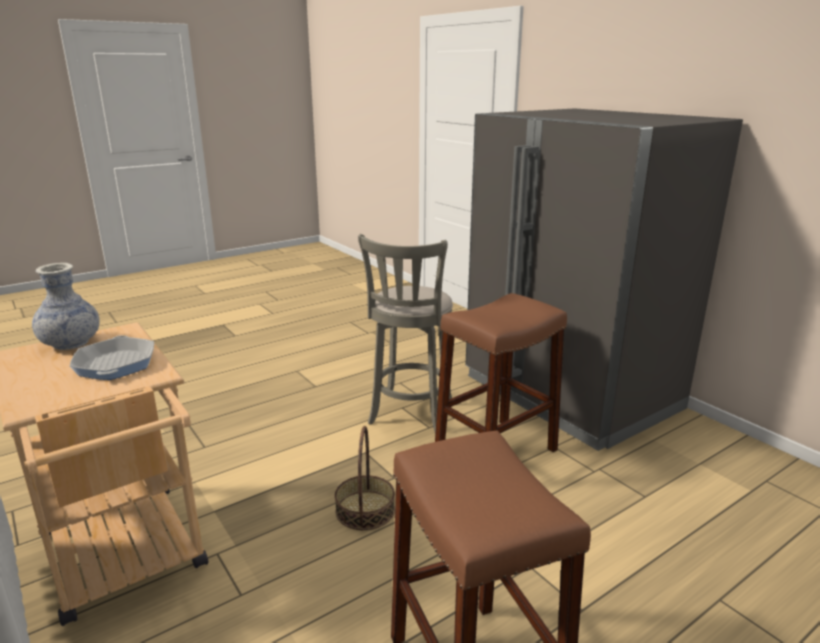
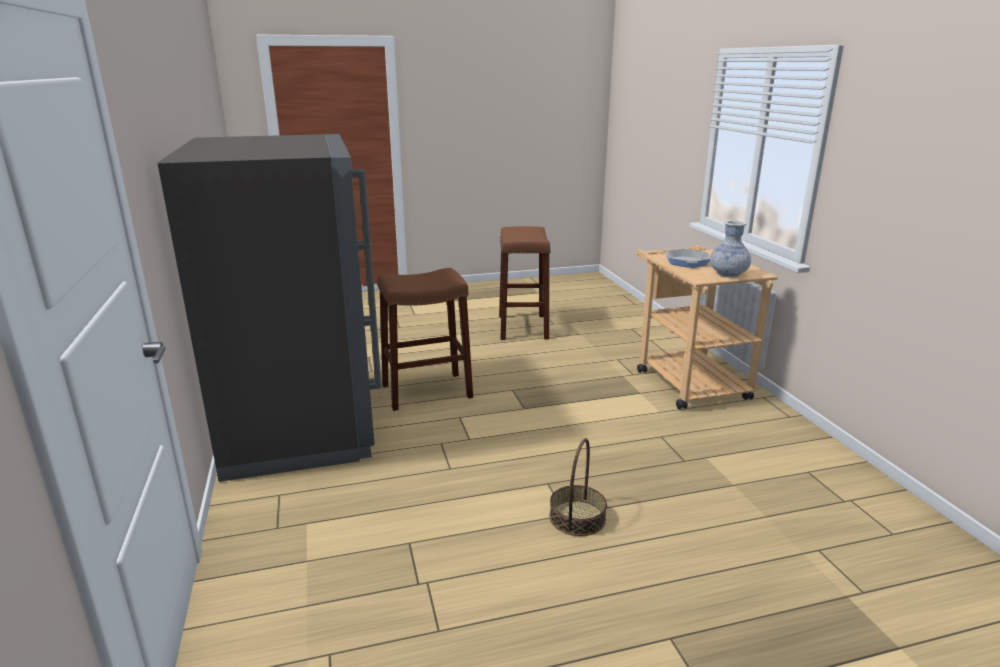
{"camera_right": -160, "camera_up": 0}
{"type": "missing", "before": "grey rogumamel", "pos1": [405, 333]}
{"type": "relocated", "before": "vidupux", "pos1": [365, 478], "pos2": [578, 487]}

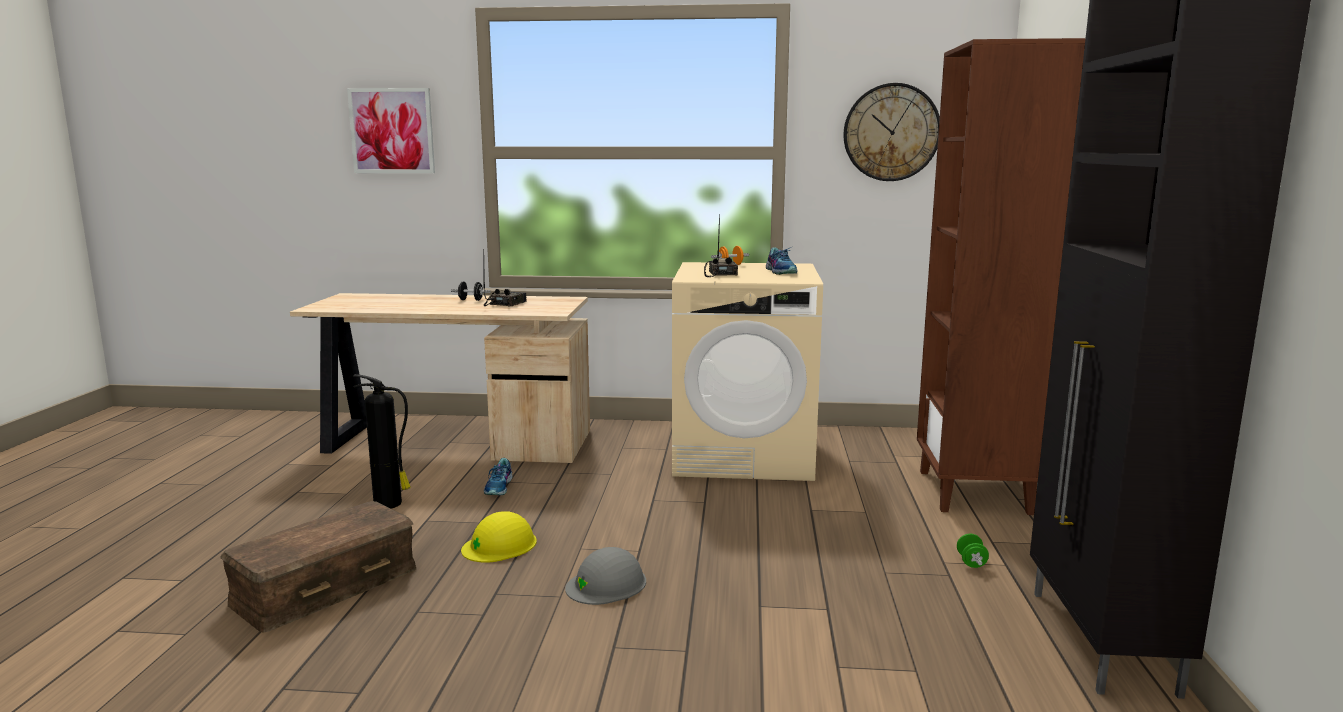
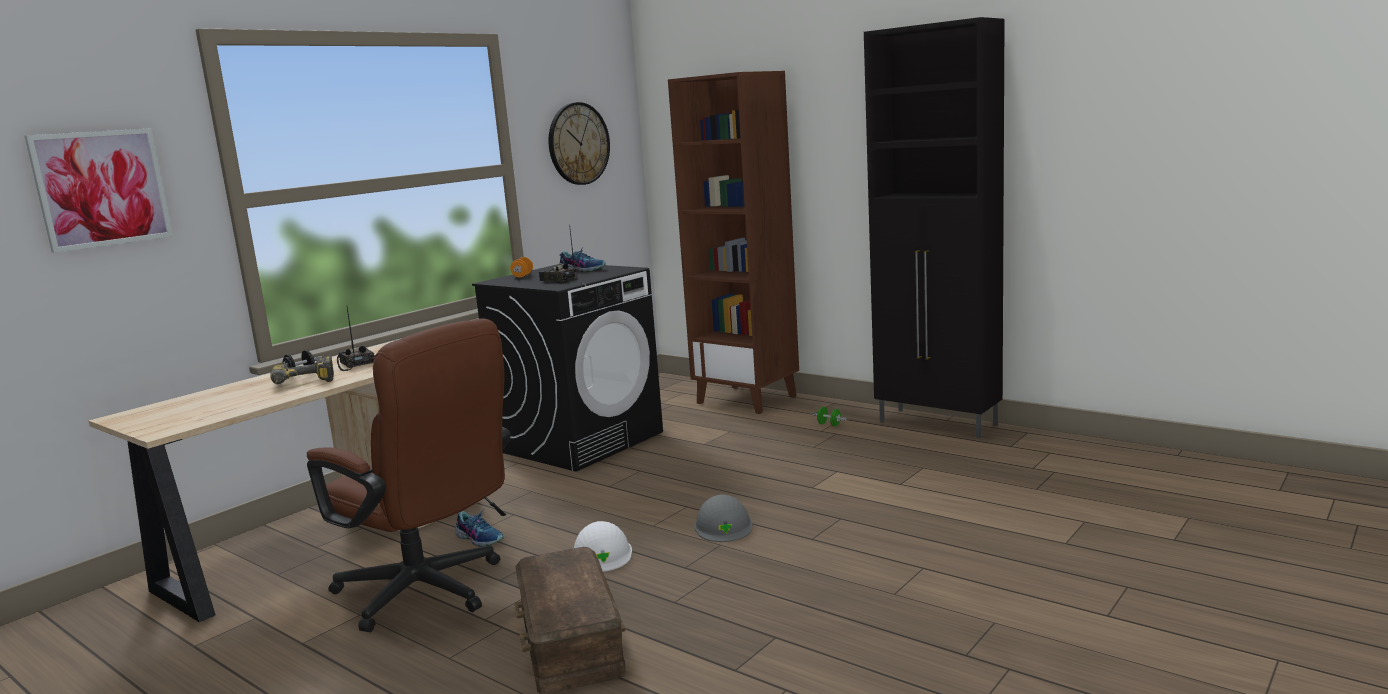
{"camera_right": -55, "camera_up": 0}
{"type": "appeared", "after": "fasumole", "pos2": [302, 370]}
{"type": "exchanged", "before": "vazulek", "after": "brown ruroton", "pos1": [382, 441], "pos2": [409, 475]}
{"type": "colour", "before": "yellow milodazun", "after": "white milodazun", "pos1": [499, 537], "pos2": [603, 546]}
{"type": "colour", "before": "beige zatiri", "after": "black zatiri", "pos1": [747, 371], "pos2": [567, 368]}

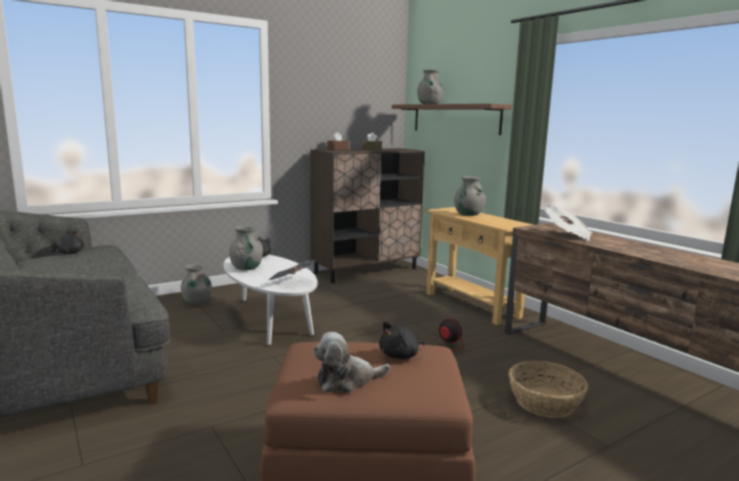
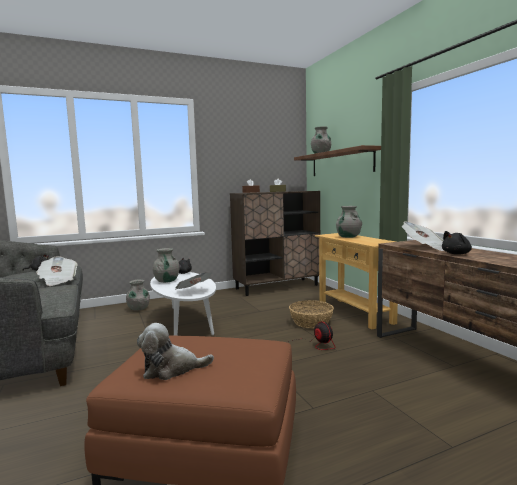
{"camera_right": 10, "camera_up": -5}
{"type": "appeared", "after": "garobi", "pos2": [57, 271]}
{"type": "relocated", "before": "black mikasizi", "pos1": [402, 340], "pos2": [457, 243]}
{"type": "relocated", "before": "vidupux", "pos1": [548, 389], "pos2": [311, 314]}

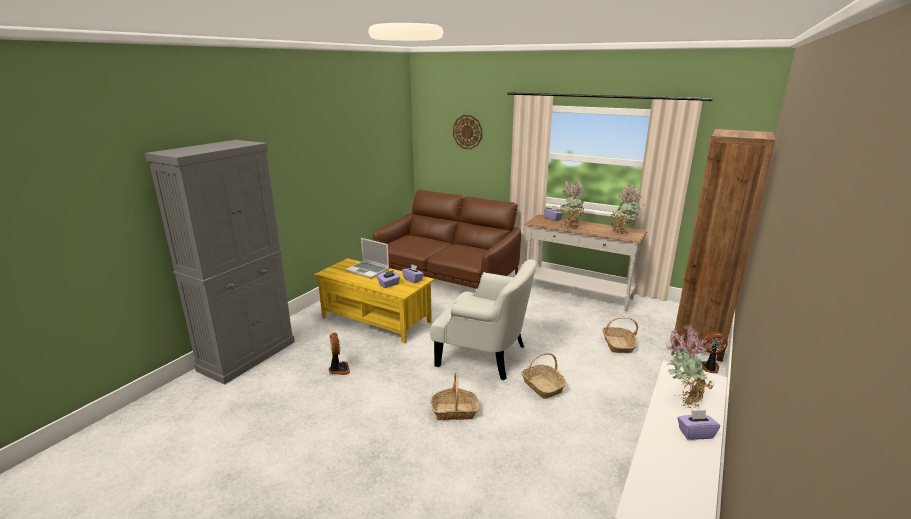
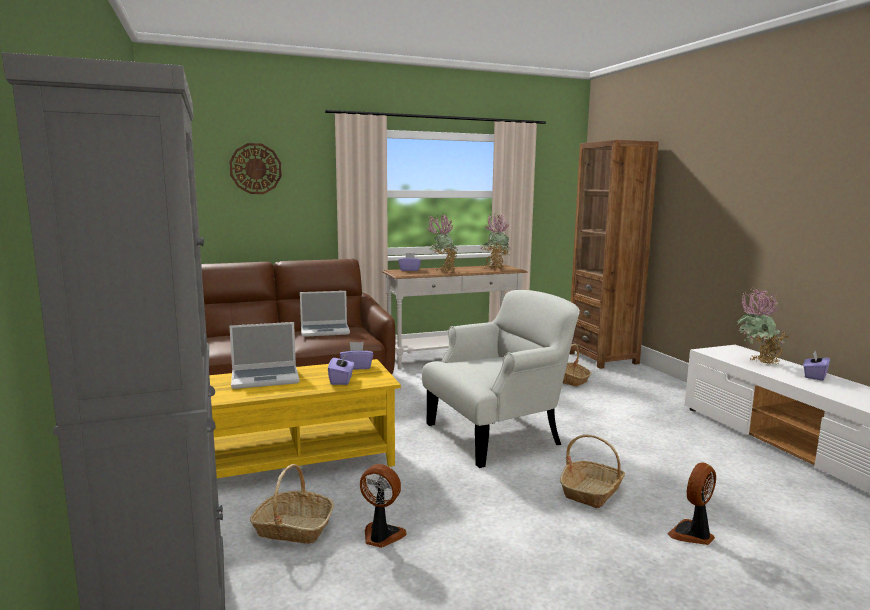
{"camera_right": -50, "camera_up": -10}
{"type": "appeared", "after": "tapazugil", "pos2": [325, 314]}
{"type": "relocated", "before": "vidupux", "pos1": [544, 376], "pos2": [292, 504]}
{"type": "relocated", "before": "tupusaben", "pos1": [714, 352], "pos2": [691, 504]}

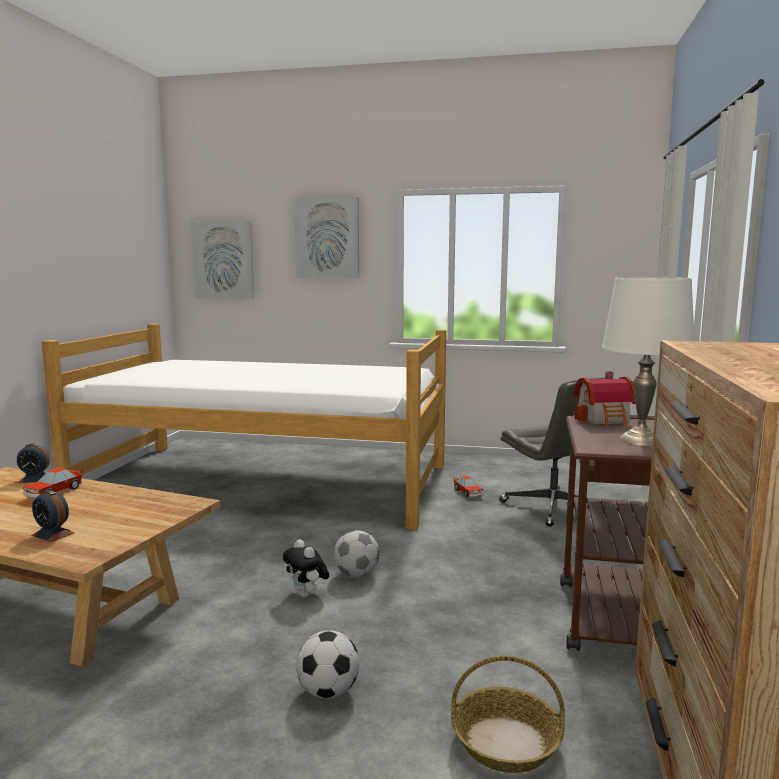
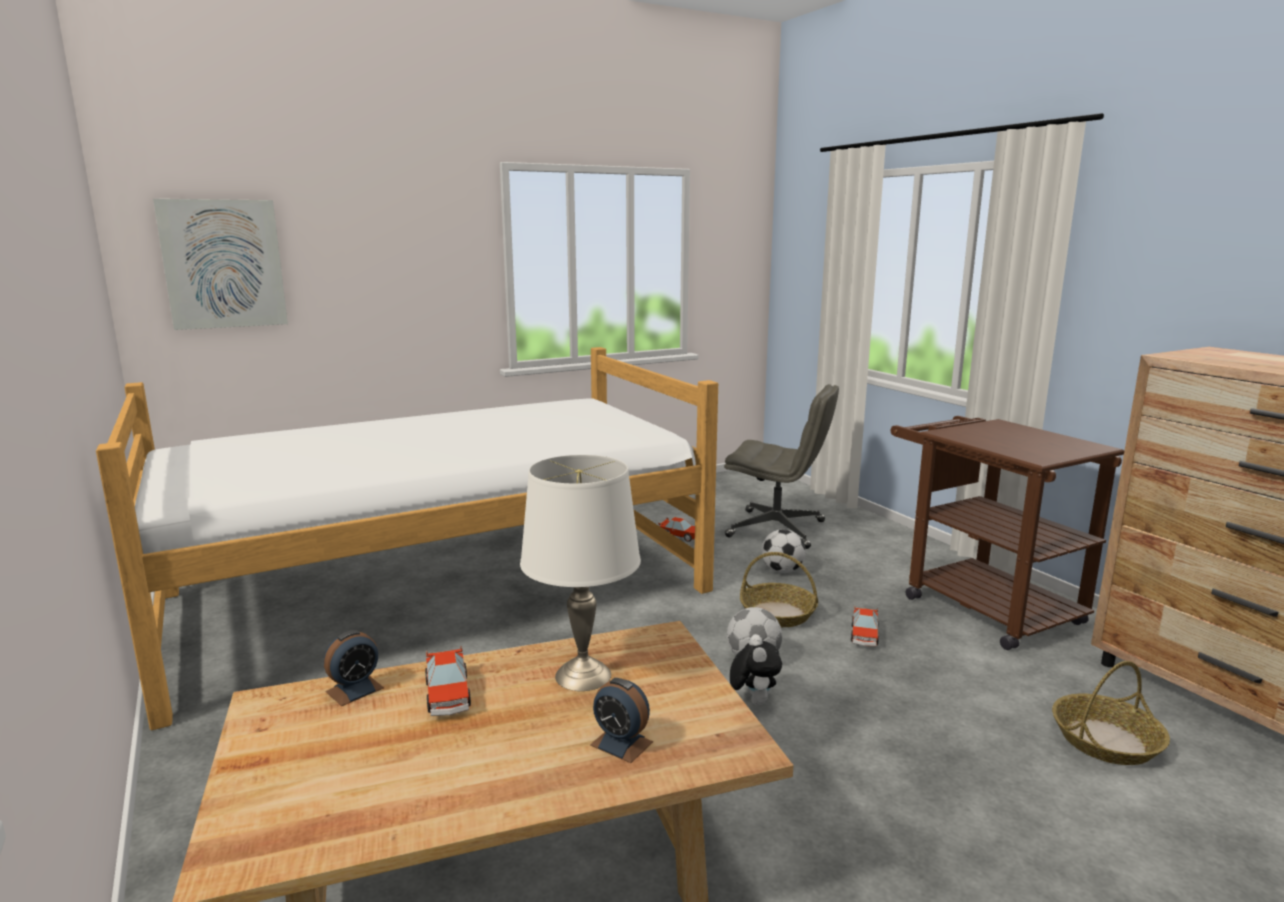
{"camera_right": -40, "camera_up": 5}
{"type": "missing", "before": "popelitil", "pos1": [326, 237]}
{"type": "missing", "before": "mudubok", "pos1": [604, 399]}
{"type": "appeared", "after": "vidupux", "pos2": [779, 589]}
{"type": "appeared", "after": "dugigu", "pos2": [865, 626]}
{"type": "relocated", "before": "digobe", "pos1": [328, 664], "pos2": [783, 551]}
{"type": "relocated", "before": "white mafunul", "pos1": [648, 361], "pos2": [580, 573]}
{"type": "spun", "before": "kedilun", "pos1": [53, 516], "pos2": [621, 720], "turn": 45}
{"type": "spun", "before": "mikasizi", "pos1": [306, 568], "pos2": [756, 669], "turn": -105}

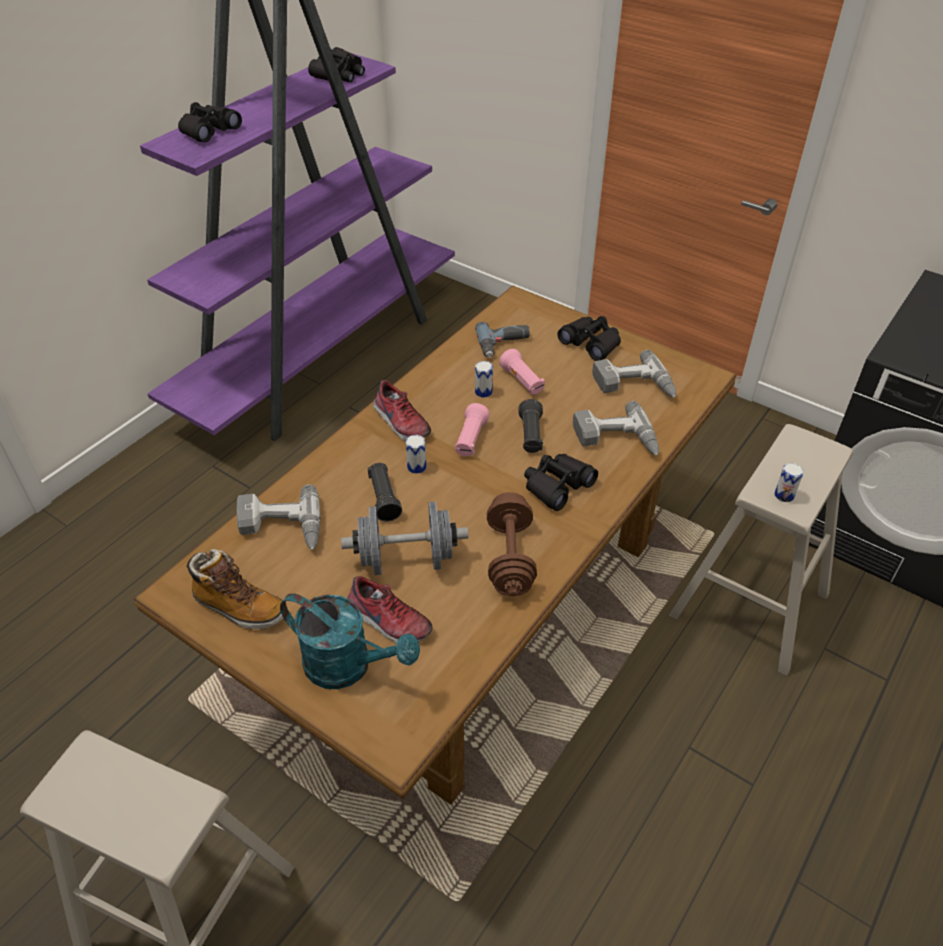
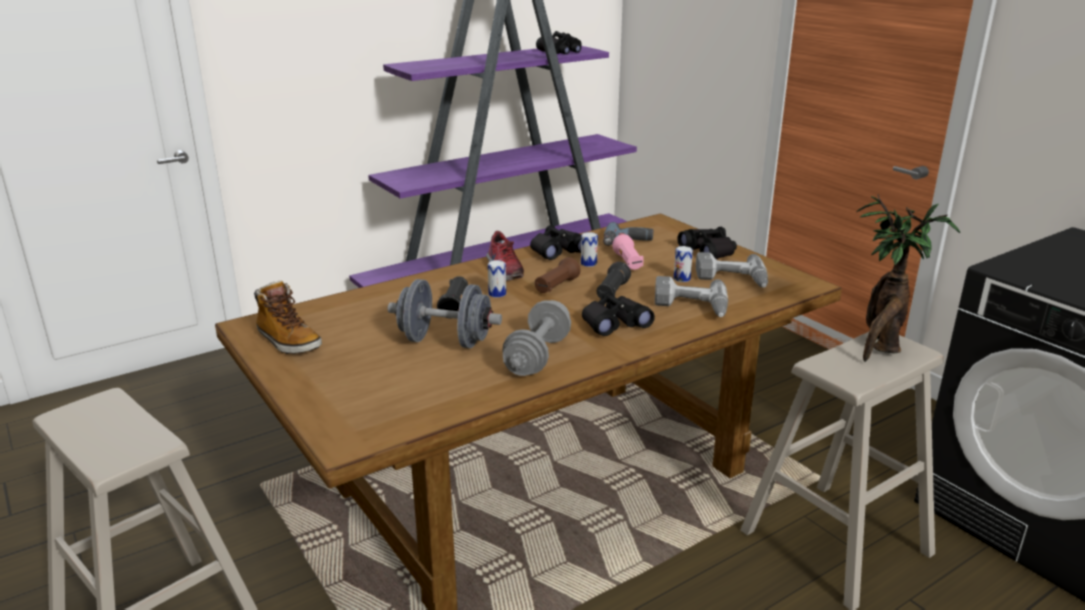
{"camera_right": 20, "camera_up": -20}
{"type": "missing", "before": "fasumole", "pos1": [279, 517]}
{"type": "missing", "before": "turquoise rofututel", "pos1": [350, 641]}
{"type": "missing", "before": "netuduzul", "pos1": [389, 610]}
{"type": "appeared", "after": "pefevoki", "pos2": [908, 278]}
{"type": "relocated", "before": "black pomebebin", "pos1": [210, 122], "pos2": [555, 242]}
{"type": "relocated", "before": "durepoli", "pos1": [789, 482], "pos2": [683, 264]}
{"type": "colour", "before": "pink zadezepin", "after": "brown zadezepin", "pos1": [472, 429], "pos2": [557, 275]}
{"type": "colour", "before": "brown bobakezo", "after": "grey bobakezo", "pos1": [512, 544], "pos2": [536, 338]}

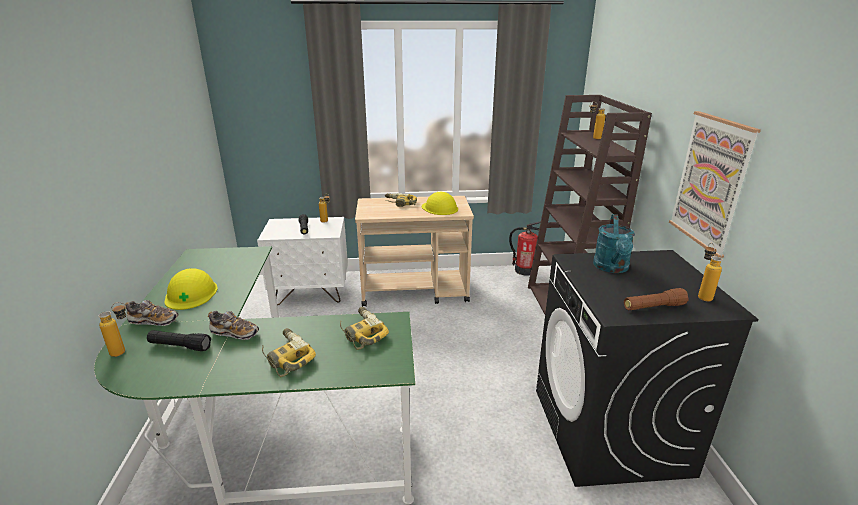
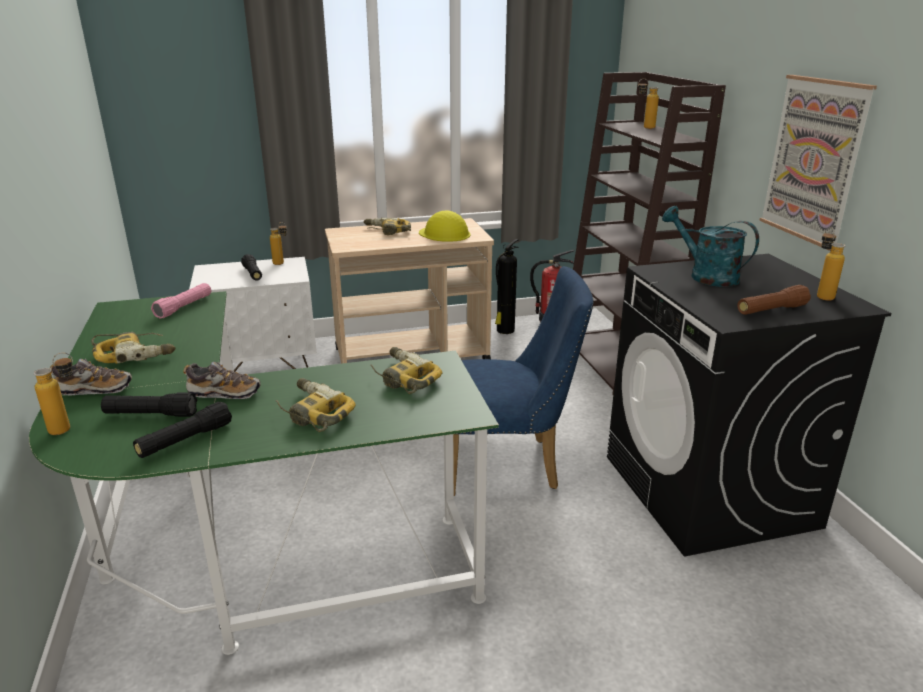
{"camera_right": -10, "camera_up": 0}
{"type": "appeared", "after": "black zadezepin", "pos2": [182, 430]}
{"type": "appeared", "after": "pink zadezepin", "pos2": [181, 300]}
{"type": "appeared", "after": "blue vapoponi", "pos2": [523, 381]}
{"type": "appeared", "after": "vazulek", "pos2": [507, 286]}
{"type": "exchanged", "before": "yellow milodazun", "after": "fasumole", "pos1": [191, 289], "pos2": [133, 348]}
{"type": "spun", "before": "turquoise rofututel", "pos1": [614, 243], "pos2": [710, 246], "turn": 135}

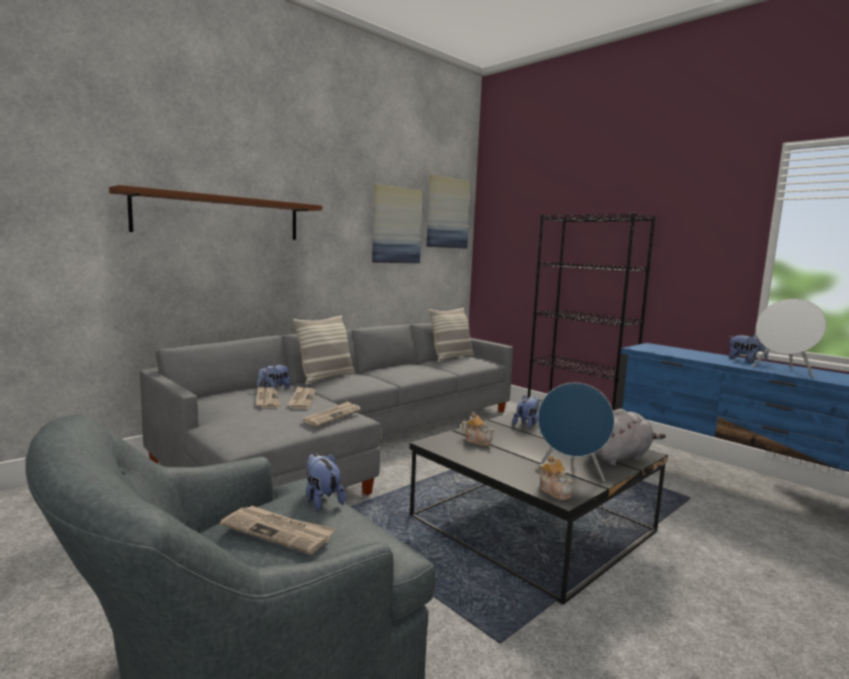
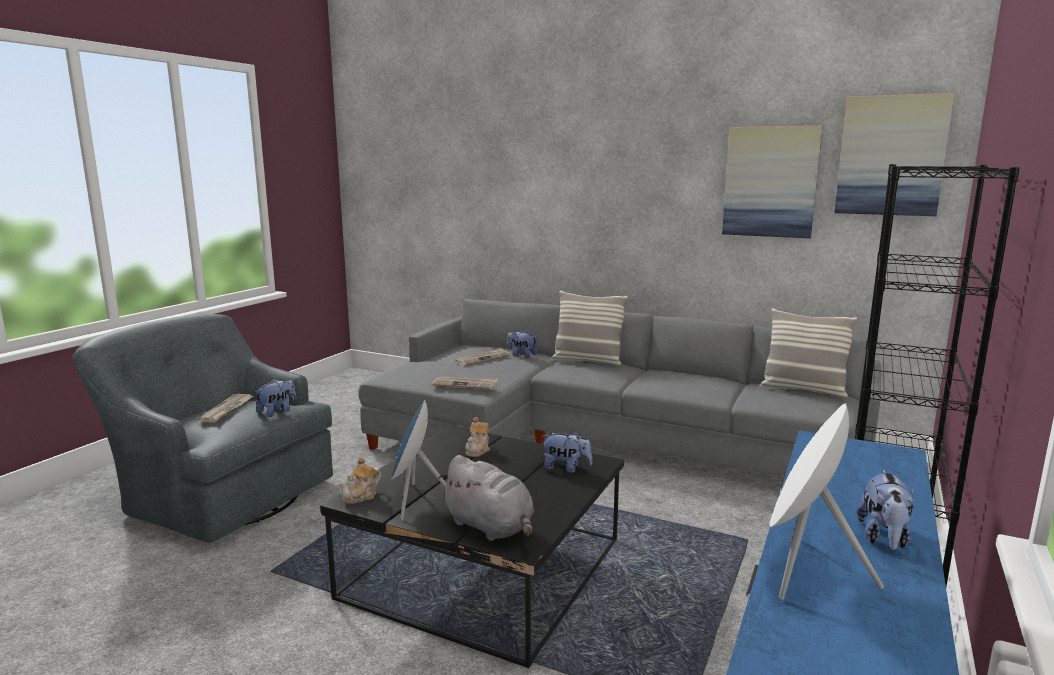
{"camera_right": 70, "camera_up": 5}
{"type": "missing", "before": "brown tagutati", "pos1": [215, 212]}
{"type": "missing", "before": "garobi", "pos1": [302, 398]}

